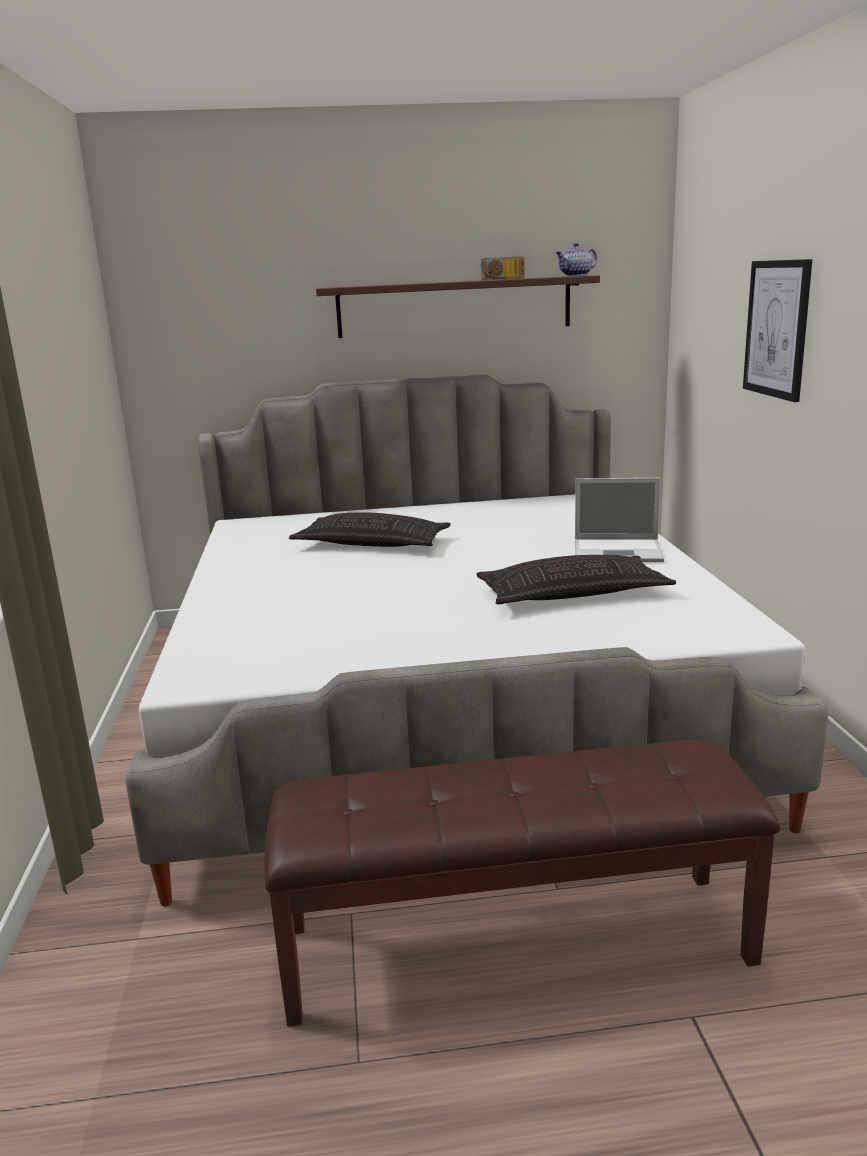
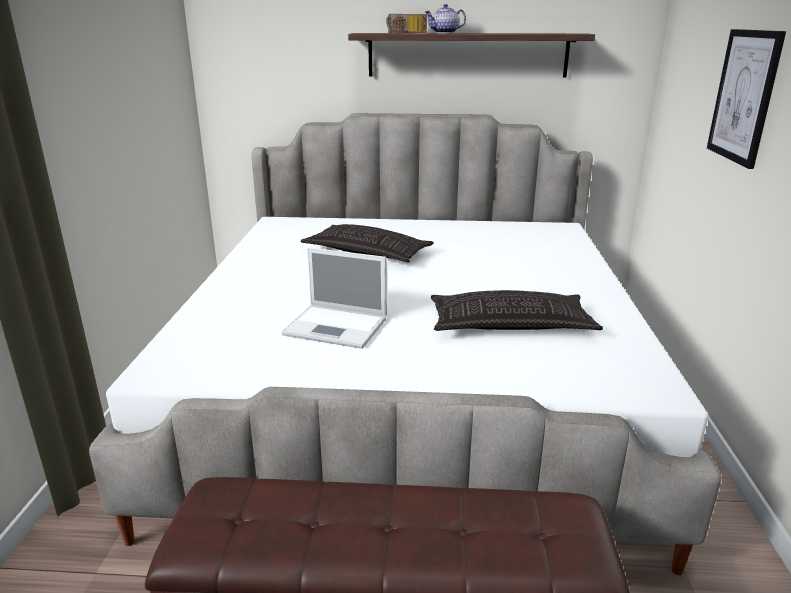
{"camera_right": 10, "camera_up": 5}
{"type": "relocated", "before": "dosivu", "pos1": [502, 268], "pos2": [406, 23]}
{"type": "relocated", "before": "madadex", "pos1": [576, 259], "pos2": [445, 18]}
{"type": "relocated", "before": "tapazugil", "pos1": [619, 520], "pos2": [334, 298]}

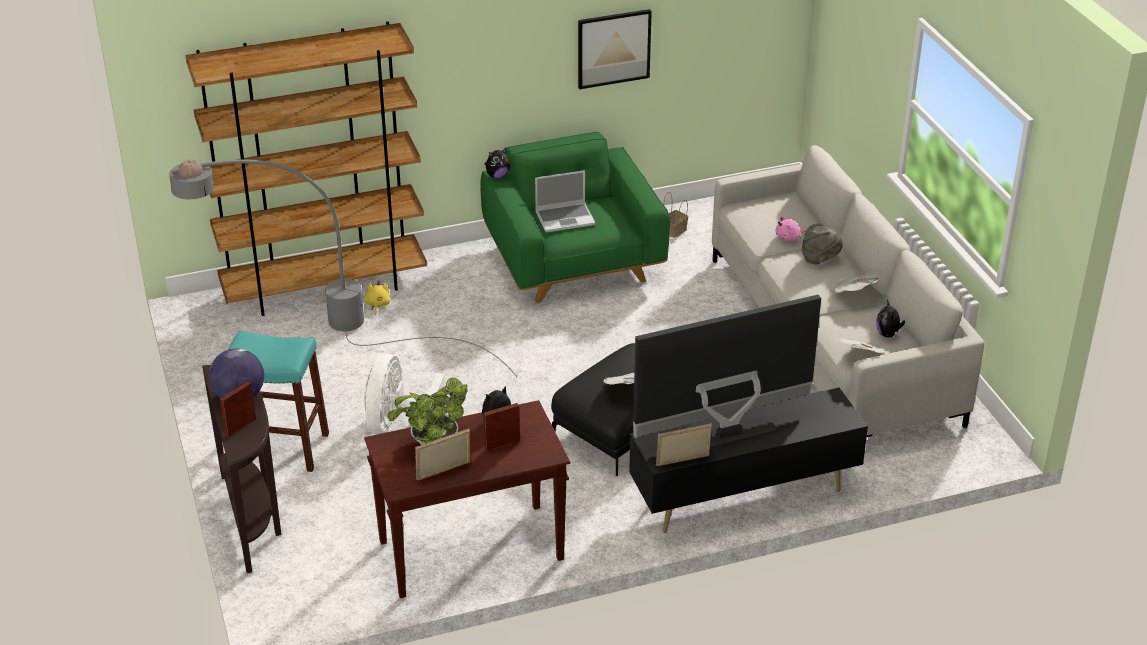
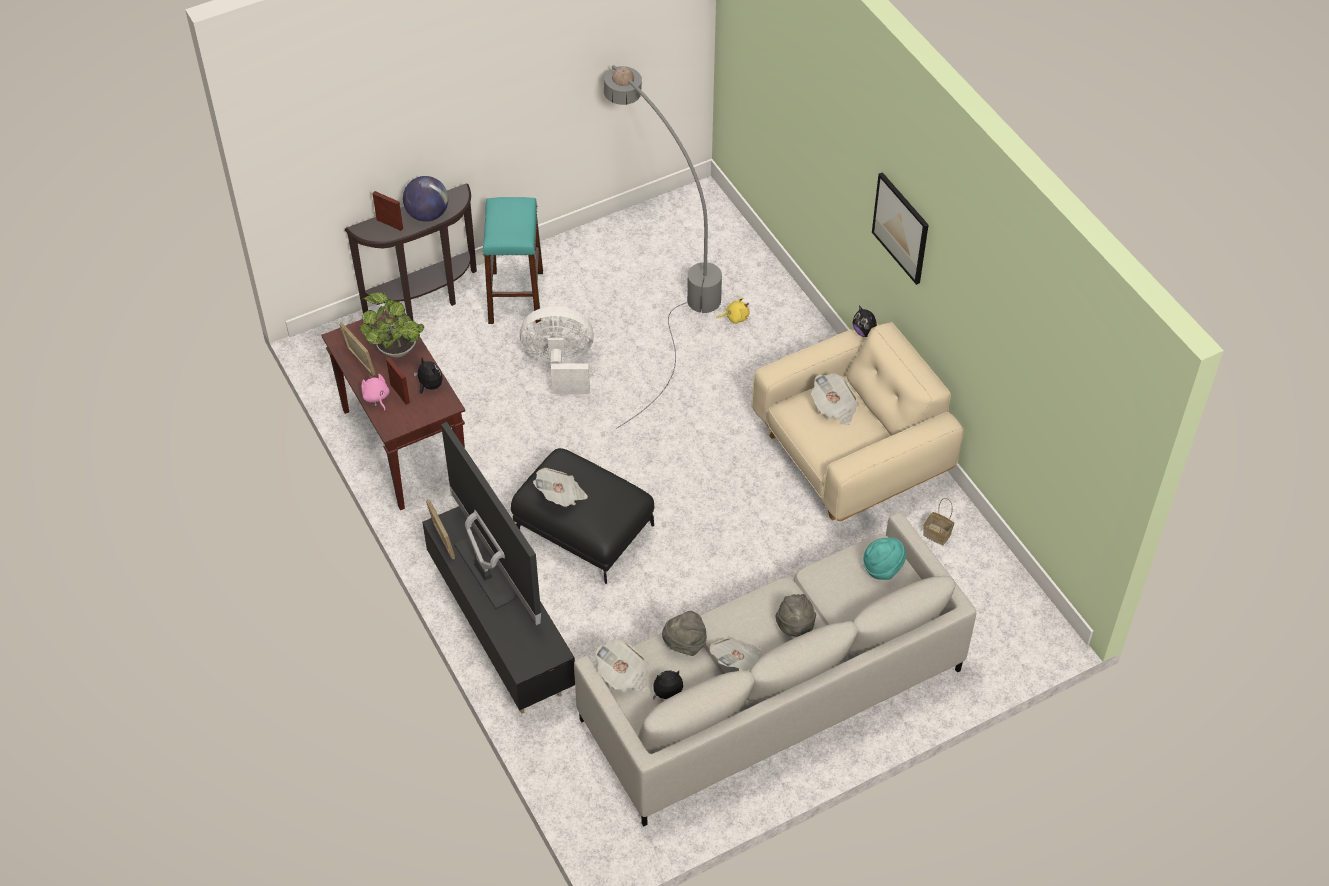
{"camera_right": 80, "camera_up": 15}
{"type": "missing", "before": "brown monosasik", "pos1": [306, 168]}
{"type": "appeared", "after": "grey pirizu", "pos2": [684, 633]}
{"type": "appeared", "after": "turquoise pirizu", "pos2": [884, 559]}
{"type": "relocated", "before": "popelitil", "pos1": [615, 49], "pos2": [900, 228]}
{"type": "relocated", "before": "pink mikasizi", "pos1": [791, 228], "pos2": [375, 392]}
{"type": "exchanged", "before": "tapazugil", "after": "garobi", "pos1": [565, 201], "pos2": [835, 399]}
{"type": "colour", "before": "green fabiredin", "after": "beige fabiredin", "pos1": [575, 217], "pos2": [857, 421]}

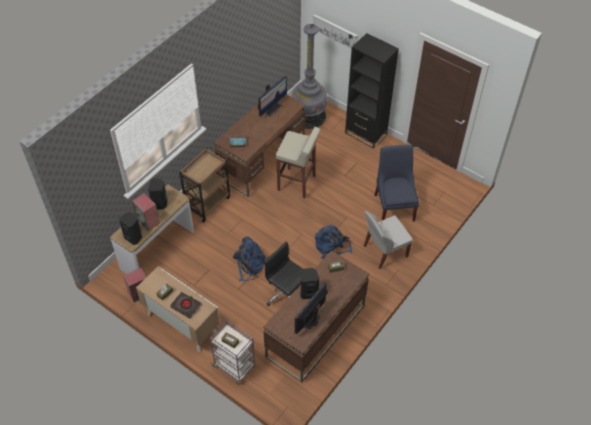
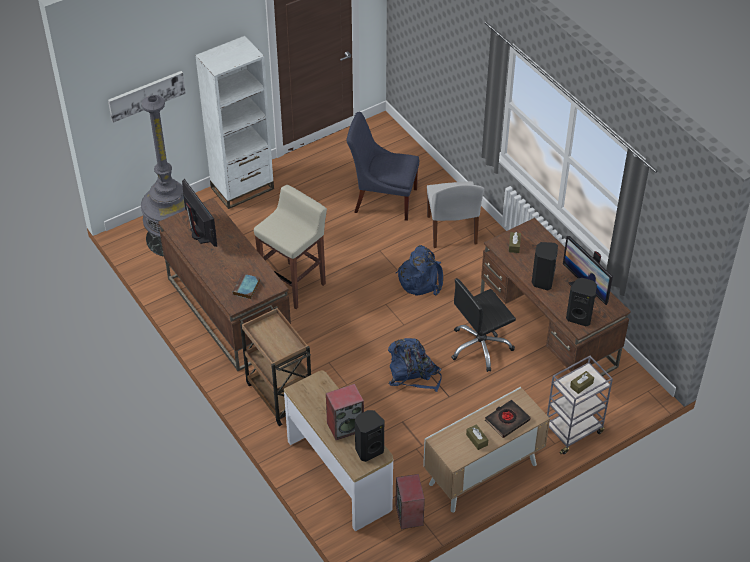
{"camera_right": -70, "camera_up": -5}
{"type": "relocated", "before": "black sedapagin", "pos1": [158, 194], "pos2": [581, 302]}
{"type": "colour", "before": "black monosasik", "after": "white monosasik", "pos1": [372, 91], "pos2": [234, 122]}

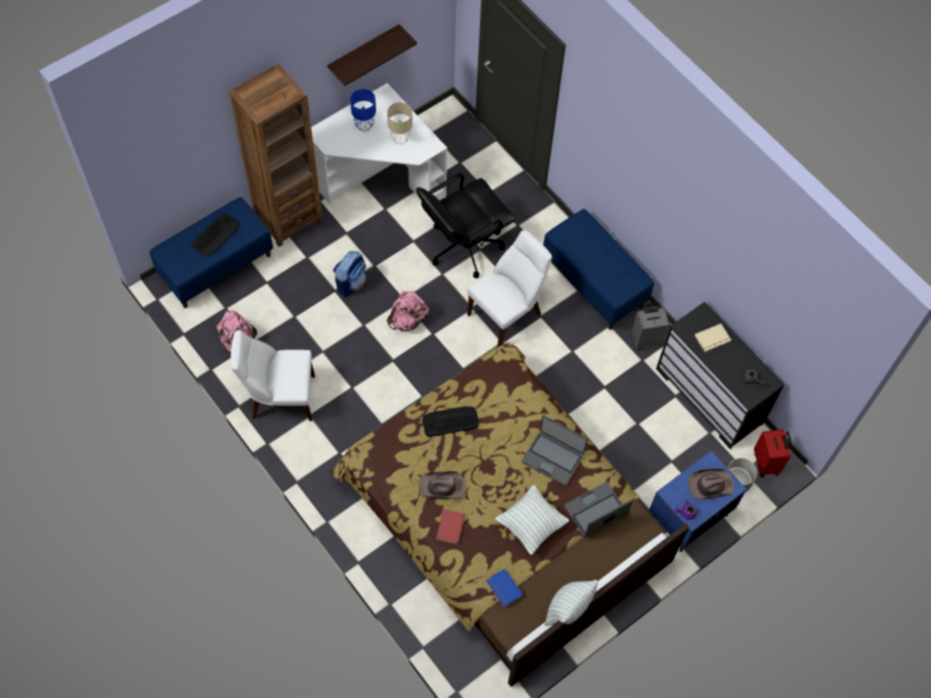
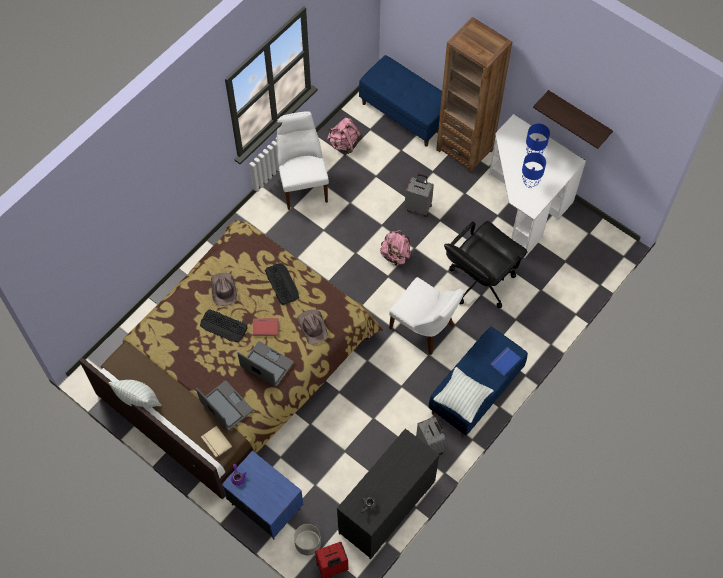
{"camera_right": 80, "camera_up": 0}
{"type": "relocated", "before": "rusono", "pos1": [215, 235], "pos2": [224, 325]}
{"type": "relocated", "before": "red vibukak", "pos1": [450, 526], "pos2": [266, 327]}
{"type": "relocated", "before": "blue vibukak", "pos1": [504, 587], "pos2": [505, 361]}
{"type": "relocated", "before": "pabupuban", "pos1": [532, 520], "pos2": [463, 395]}
{"type": "relocated", "before": "brown pirizu", "pos1": [711, 484], "pos2": [312, 327]}
{"type": "relocated", "before": "beige vibukak", "pos1": [713, 338], "pos2": [216, 442]}
{"type": "exchanged", "before": "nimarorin", "after": "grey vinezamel", "pos1": [349, 274], "pos2": [419, 195]}
{"type": "colour", "before": "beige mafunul", "after": "blue mafunul", "pos1": [400, 123], "pos2": [534, 170]}
{"type": "spun", "before": "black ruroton", "pos1": [465, 225], "pos2": [485, 264], "turn": -90}
{"type": "spun", "before": "tapazugil", "pos1": [555, 450], "pos2": [265, 364], "turn": 105}

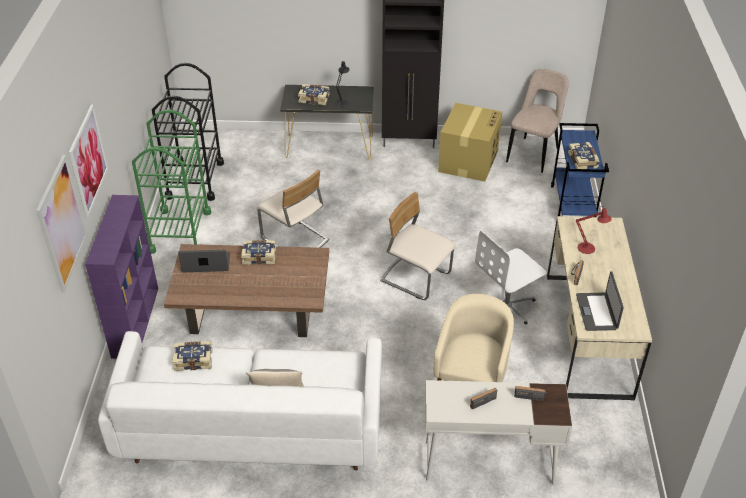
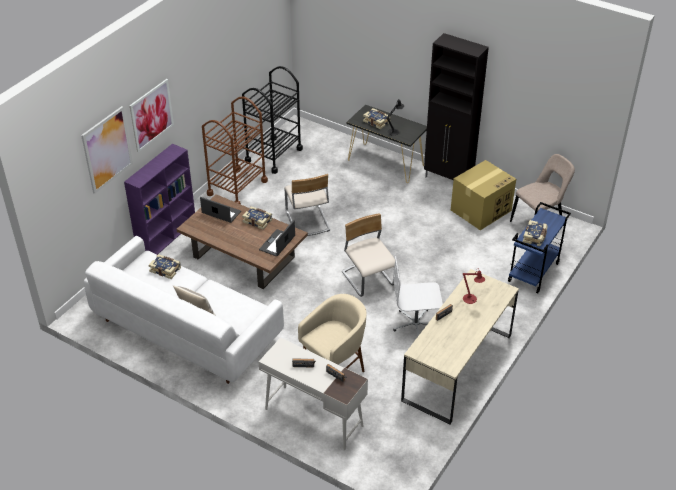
{"camera_right": 30, "camera_up": 0}
{"type": "relocated", "before": "tapazugil", "pos1": [600, 301], "pos2": [277, 238]}
{"type": "colour", "before": "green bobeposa", "after": "brown bobeposa", "pos1": [171, 181], "pos2": [235, 150]}

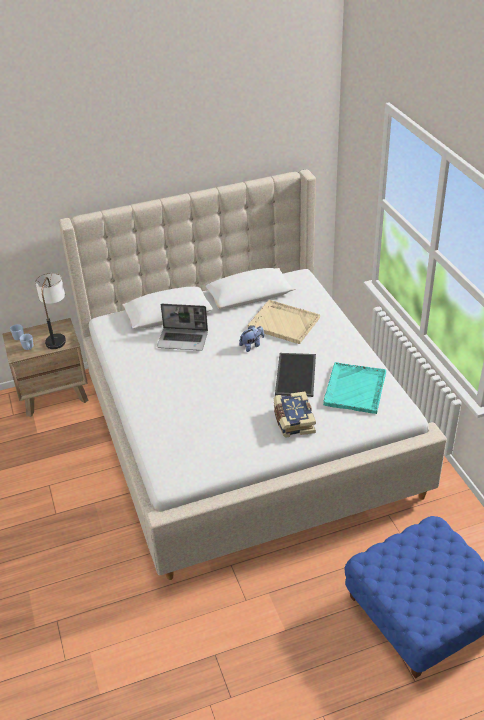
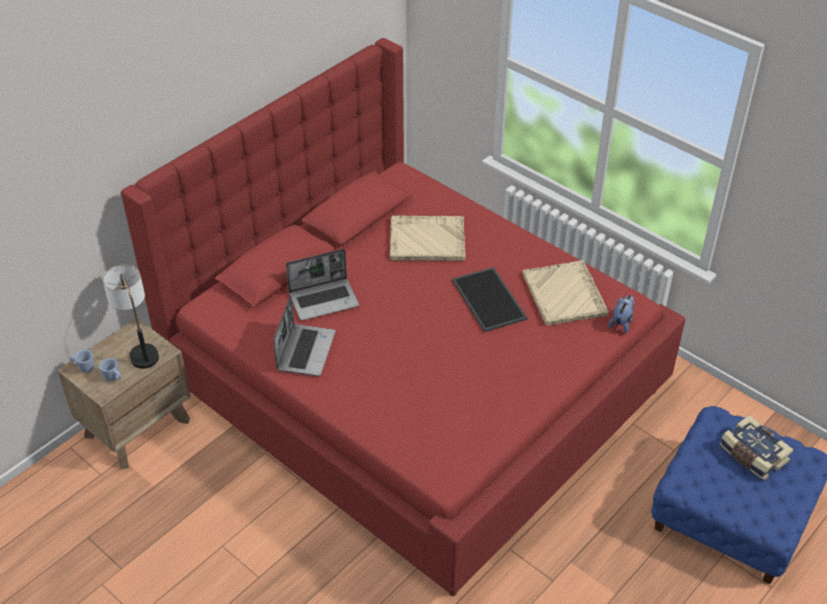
{"camera_right": -30, "camera_up": 5}
{"type": "appeared", "after": "tapazugil", "pos2": [304, 335]}
{"type": "relocated", "before": "mikasizi", "pos1": [251, 338], "pos2": [622, 314]}
{"type": "relocated", "before": "vibukak", "pos1": [295, 414], "pos2": [757, 447]}
{"type": "colour", "before": "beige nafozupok", "after": "red nafozupok", "pos1": [253, 374], "pos2": [403, 317]}
{"type": "colour", "before": "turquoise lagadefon", "after": "beige lagadefon", "pos1": [354, 388], "pos2": [566, 293]}

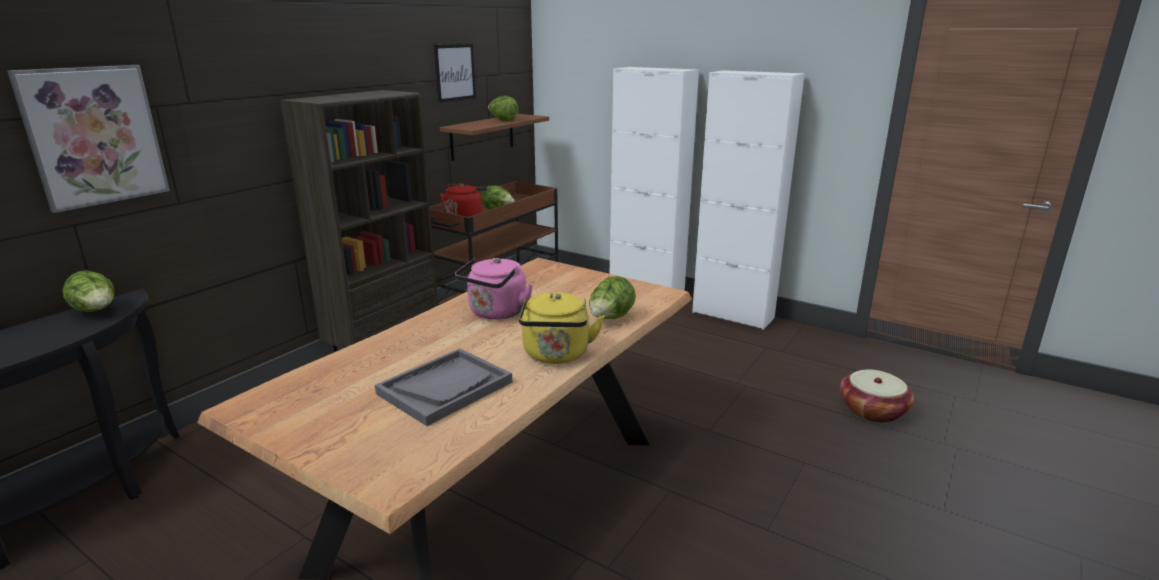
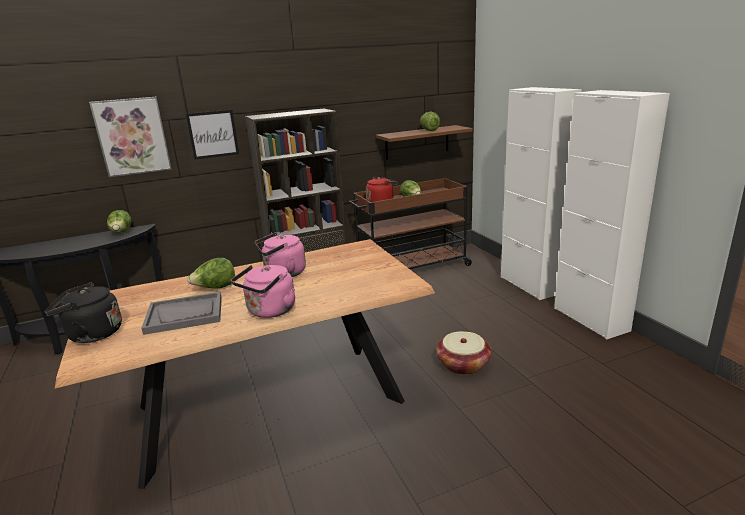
{"camera_right": 35, "camera_up": 0}
{"type": "appeared", "after": "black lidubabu", "pos2": [83, 312]}
{"type": "relocated", "before": "popelitil", "pos1": [455, 73], "pos2": [212, 135]}
{"type": "relocated", "before": "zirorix", "pos1": [612, 297], "pos2": [211, 273]}
{"type": "relocated", "before": "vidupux", "pos1": [877, 396], "pos2": [464, 353]}
{"type": "colour", "before": "yellow lidubabu", "after": "pink lidubabu", "pos1": [561, 328], "pos2": [263, 291]}

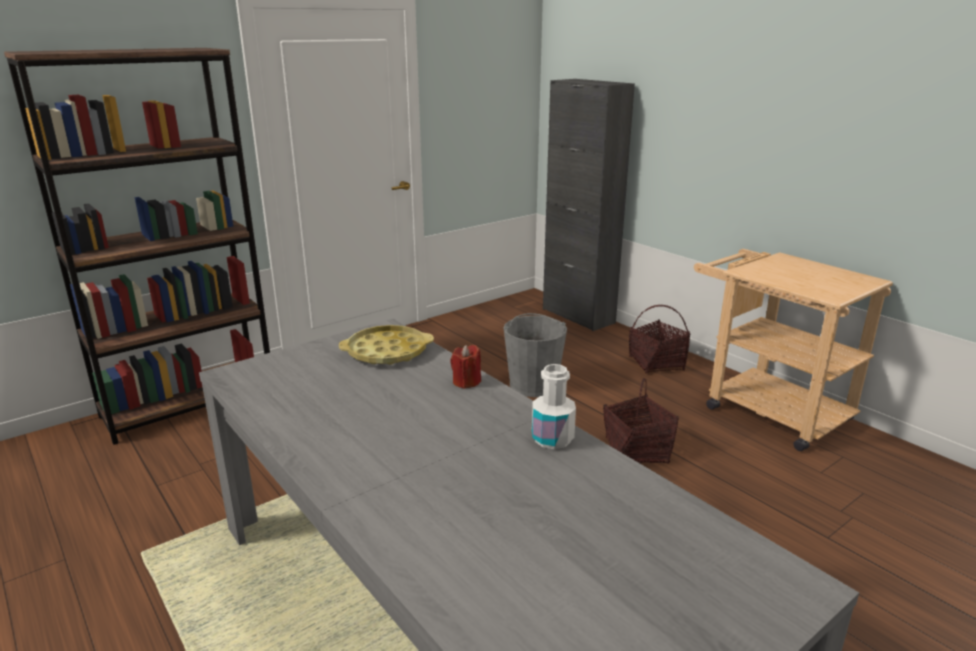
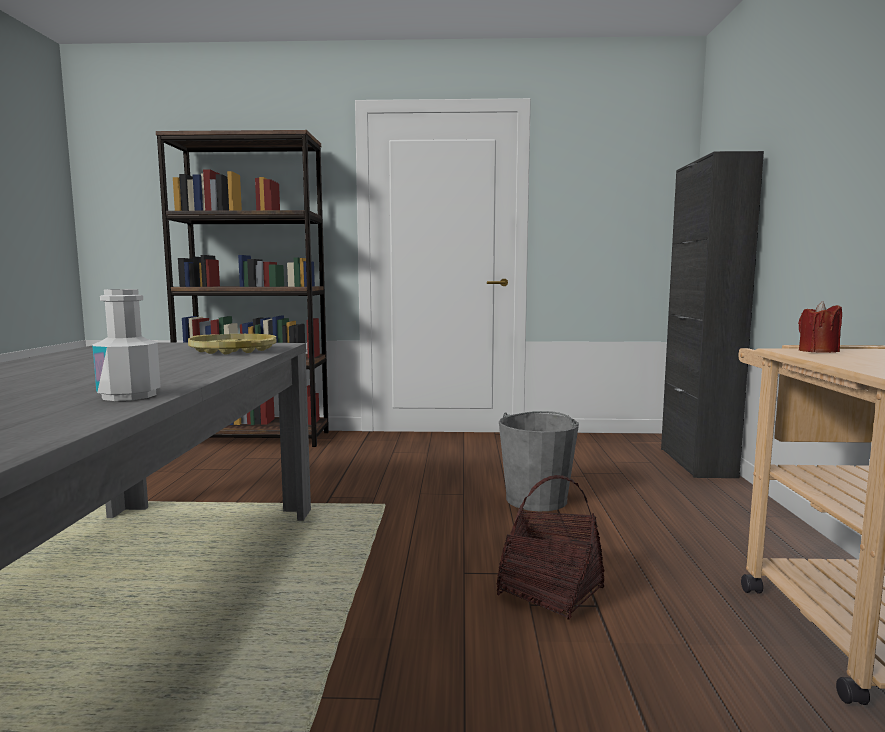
{"camera_right": 40, "camera_up": -15}
{"type": "missing", "before": "vidupux", "pos1": [659, 339]}
{"type": "relocated", "before": "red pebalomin", "pos1": [465, 367], "pos2": [820, 327]}

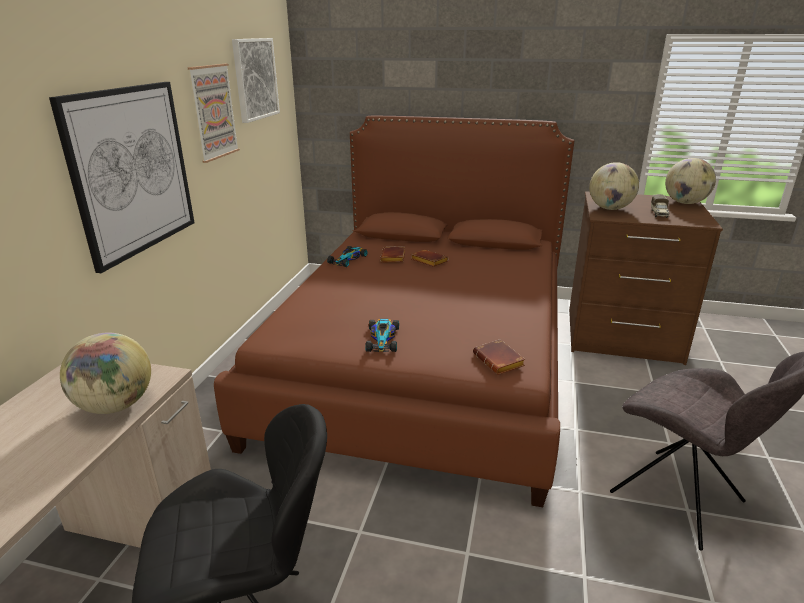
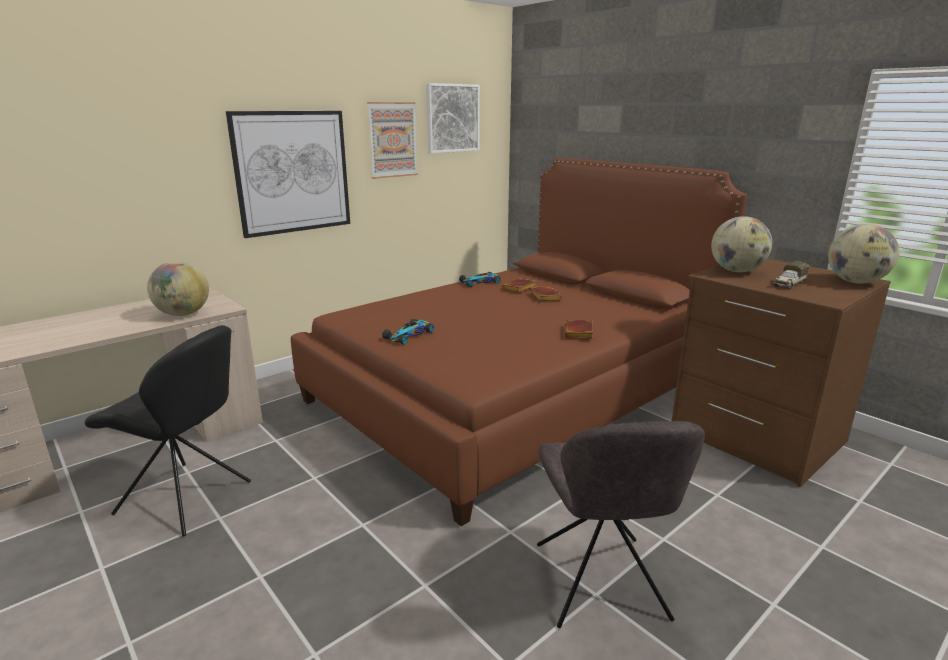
{"camera_right": 35, "camera_up": -5}
{"type": "relocated", "before": "brown vibukak", "pos1": [499, 357], "pos2": [578, 329]}

